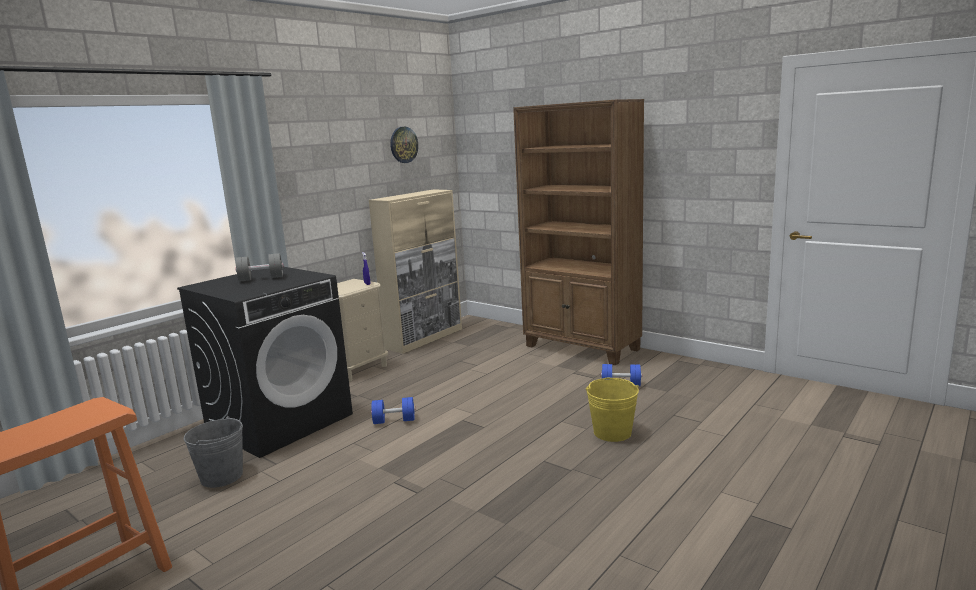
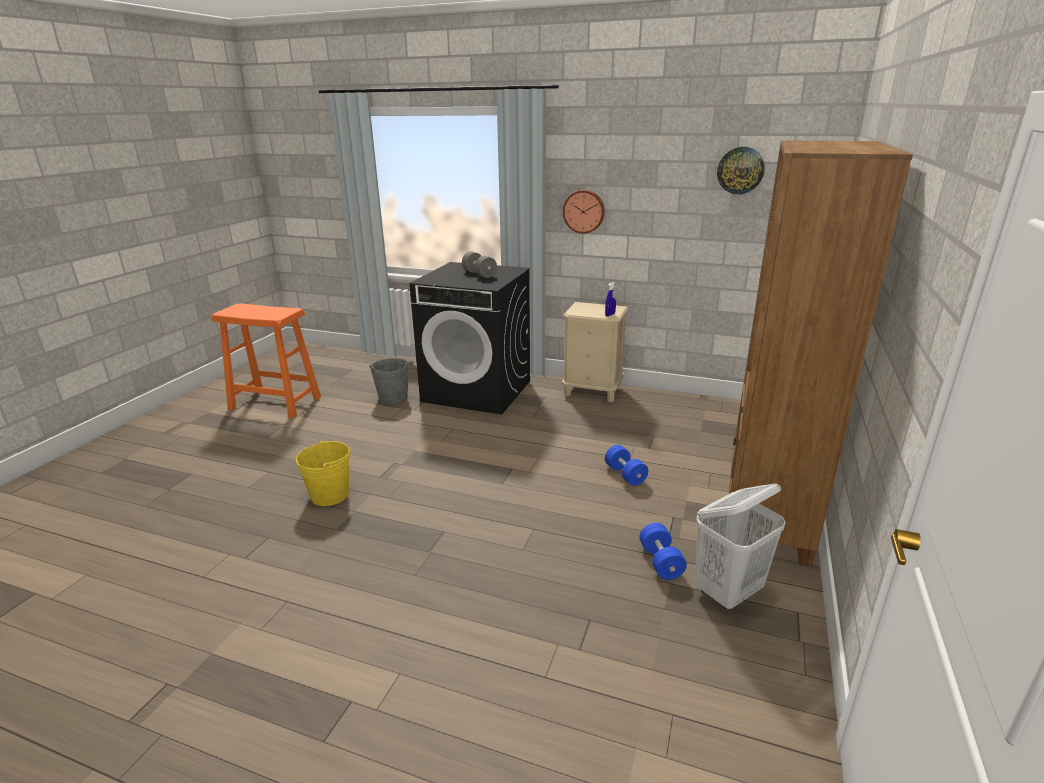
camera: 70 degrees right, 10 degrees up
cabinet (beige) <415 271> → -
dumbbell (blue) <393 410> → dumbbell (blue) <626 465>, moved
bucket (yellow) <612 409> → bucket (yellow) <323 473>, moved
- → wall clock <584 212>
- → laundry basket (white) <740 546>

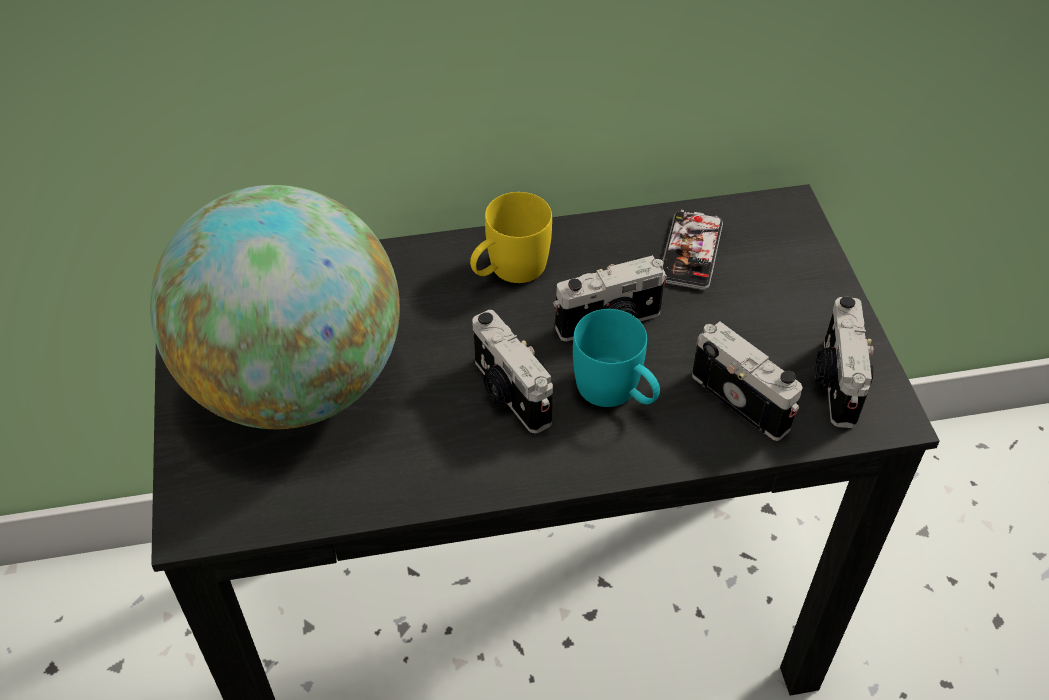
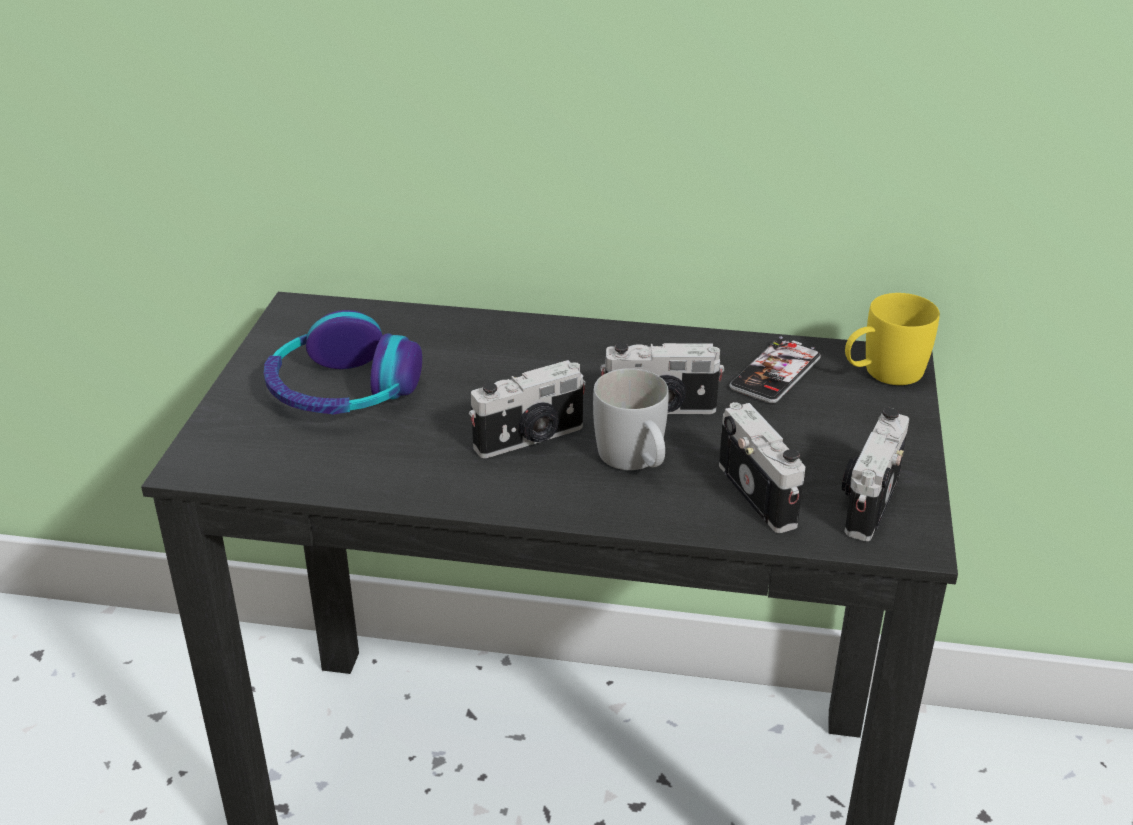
camera: 20 degrees right, 15 degrees down
globe <275 307> → headphones <343 362>
mug (yellow) <511 237> → mug (yellow) <892 339>, moved
photo camera <512 372> → photo camera <527 409>, 105 degrees counterclockwise
mug (turquoise) <616 358> → mug (white) <631 419>

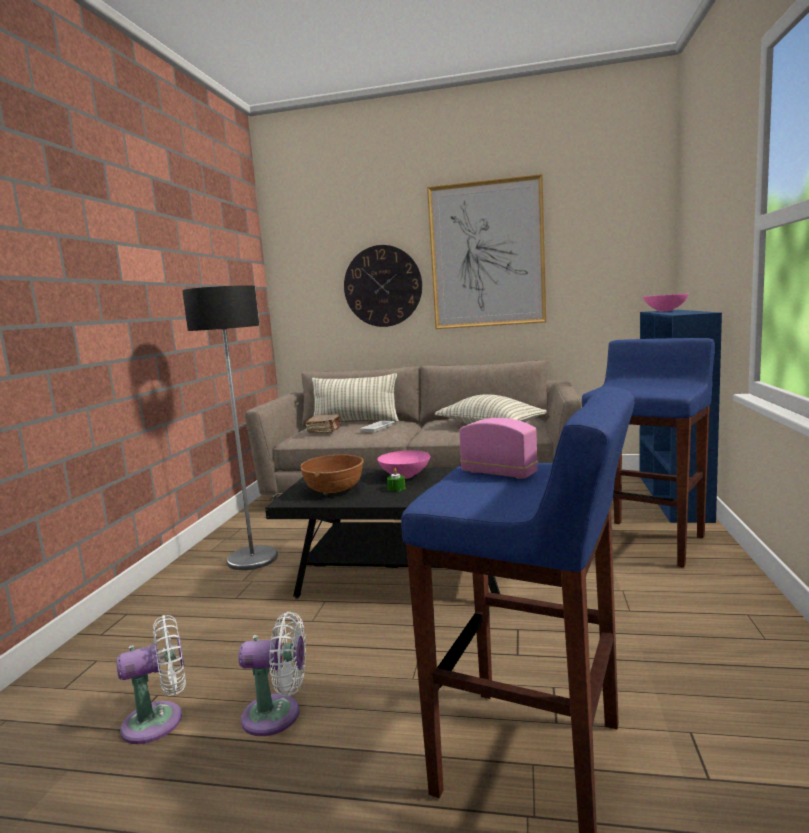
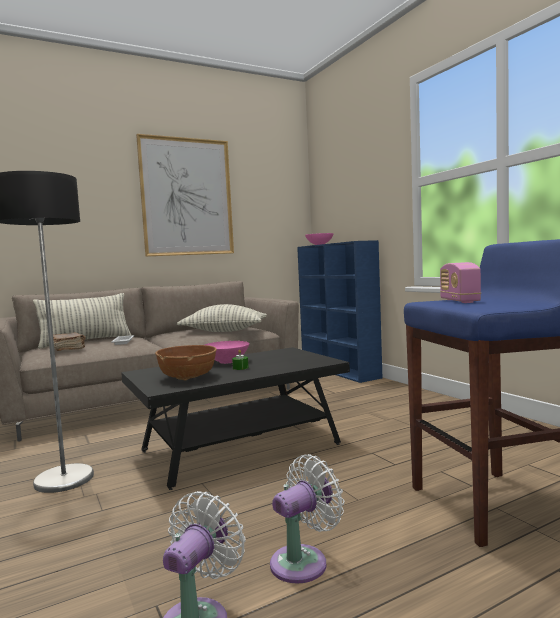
camera: 40 degrees left, 5 degrees down
wall clock <383 286> → -
radio <498 448> → radio <460 282>, 90 degrees counterclockwise
stool (blue) <648 452> → -

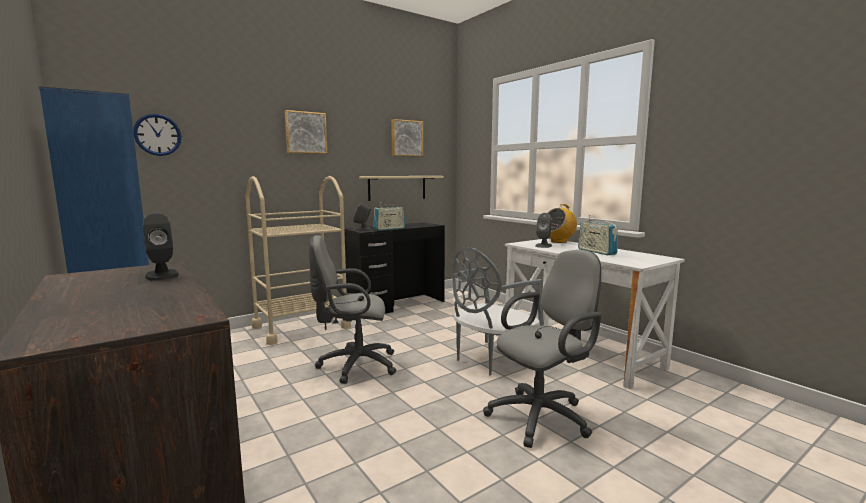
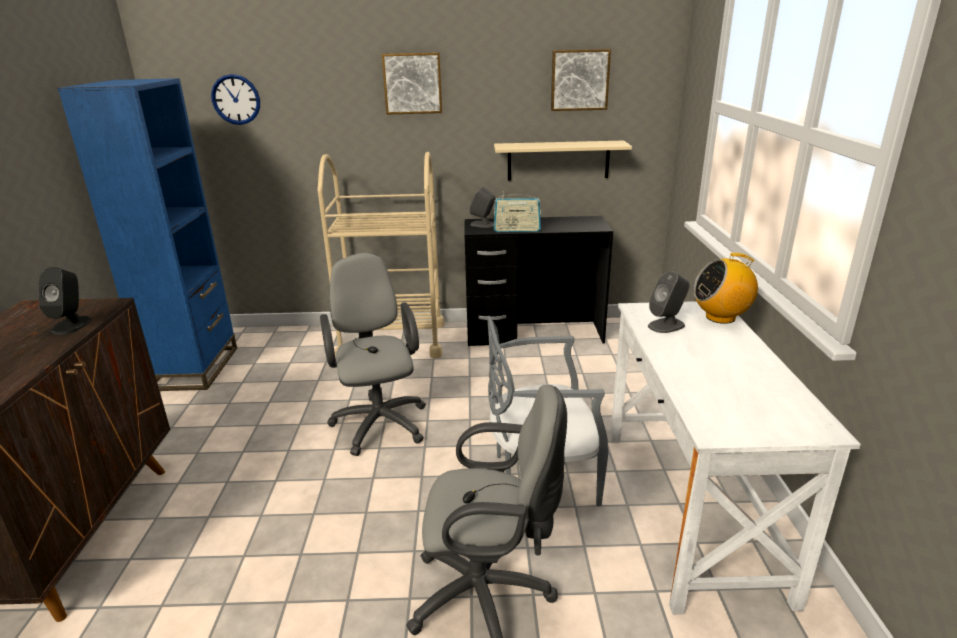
camera: 35 degrees right, 15 degrees up
office chair (grey) <352 309> → office chair (grey) <373 354>, 45 degrees clockwise
radio <598 235> → -

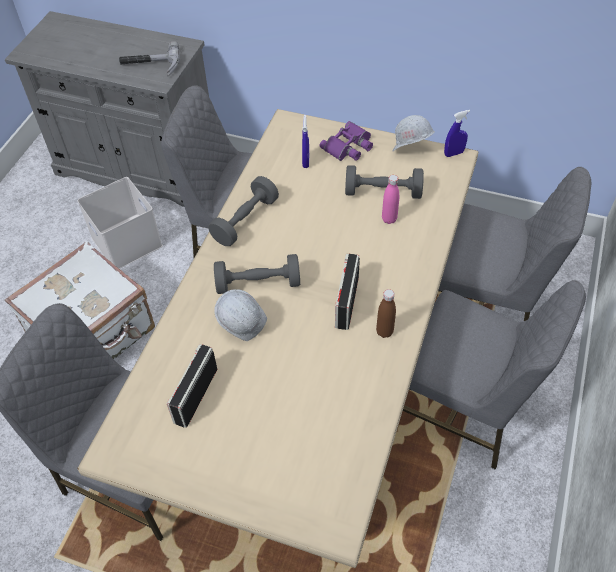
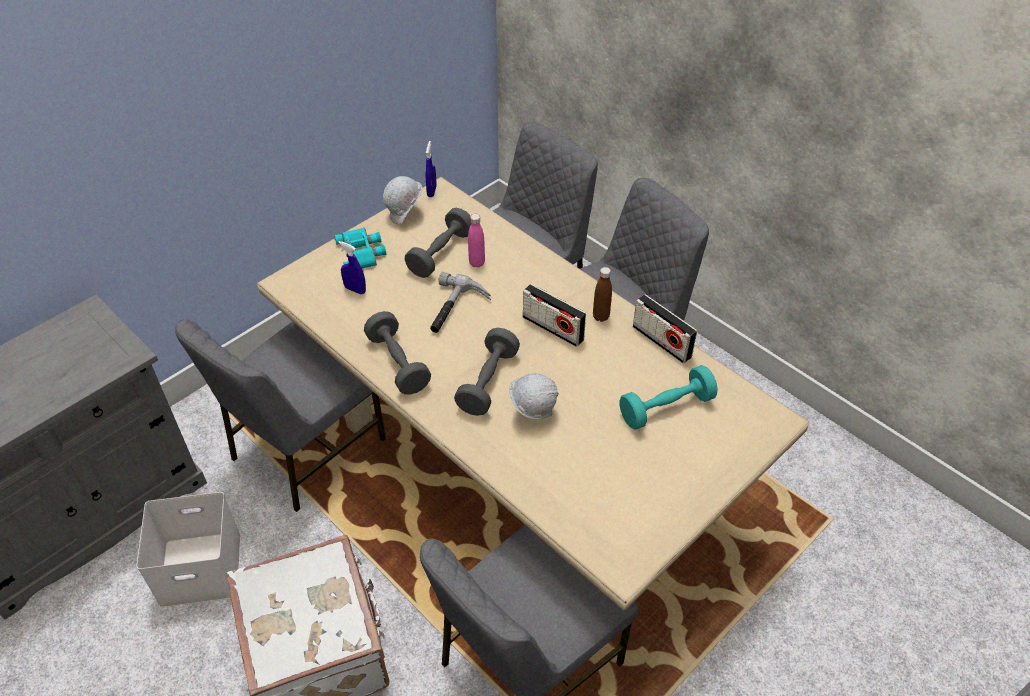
camera: 65 degrees left, 5 degrees down
hammer <149 58> → hammer <460 302>, moved
radio <191 386> → radio <665 328>, moved
binoculars (purple) <346 141> → binoculars (turquoise) <360 248>
- → dumbbell (turquoise) <668 397>

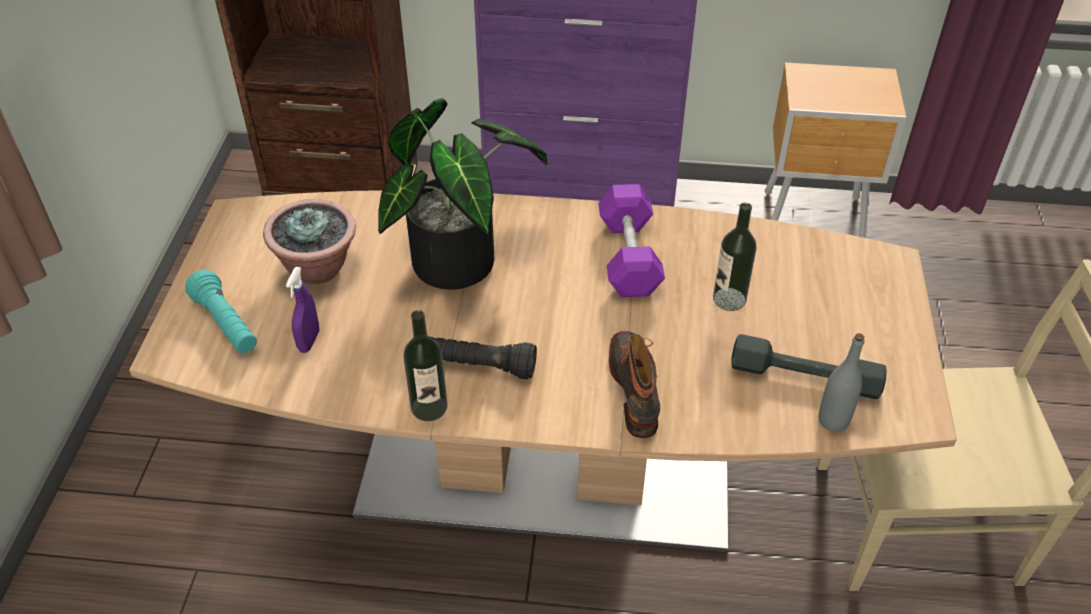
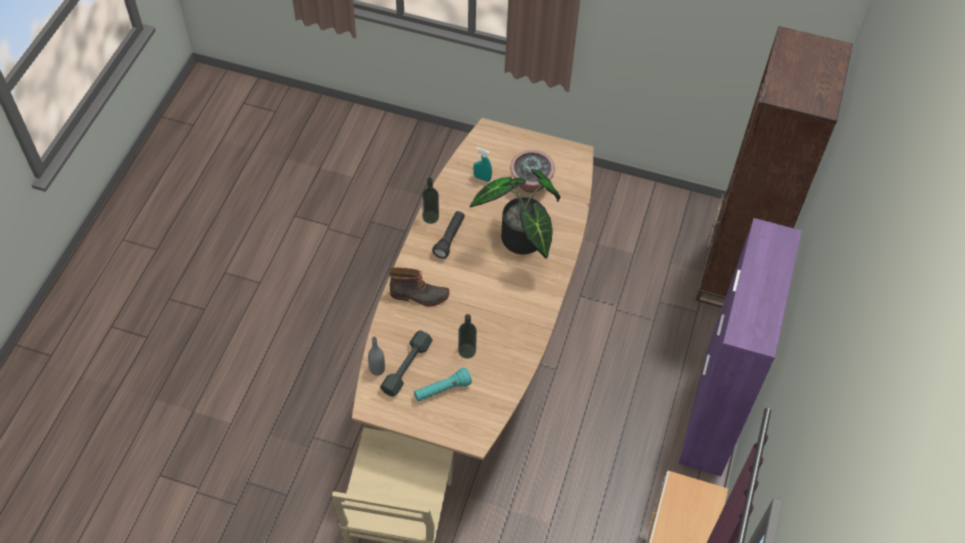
camera: 100 degrees right, 10 degrees up
flashlight (turquoise) <221 311> → flashlight (turquoise) <443 384>, moved
spray bottle (purple) <302 310> → spray bottle (turquoise) <482 165>
dumbbell (purple) <631 240> → -

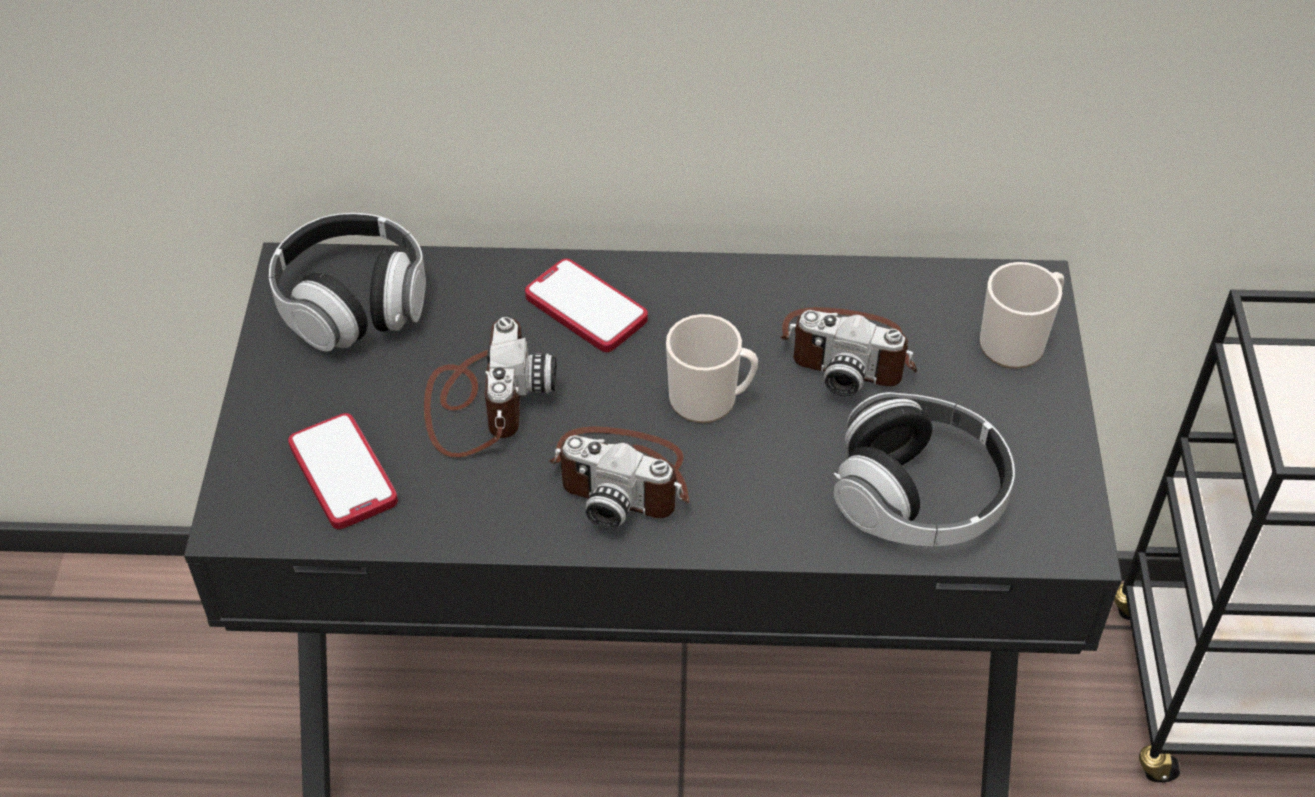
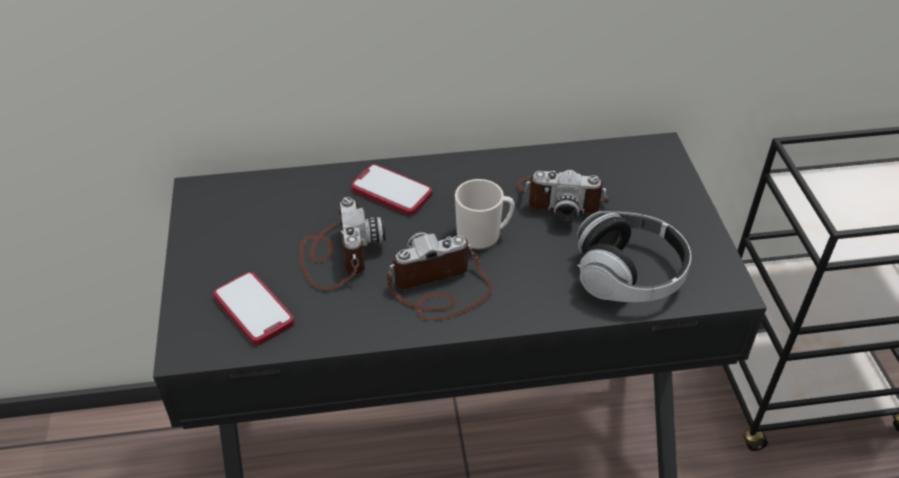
camera: 10 degrees left, 5 degrees down
headphones <347 282> → -
photo camera <618 478> → photo camera <440 276>, 150 degrees clockwise
mug <1022 315> → -

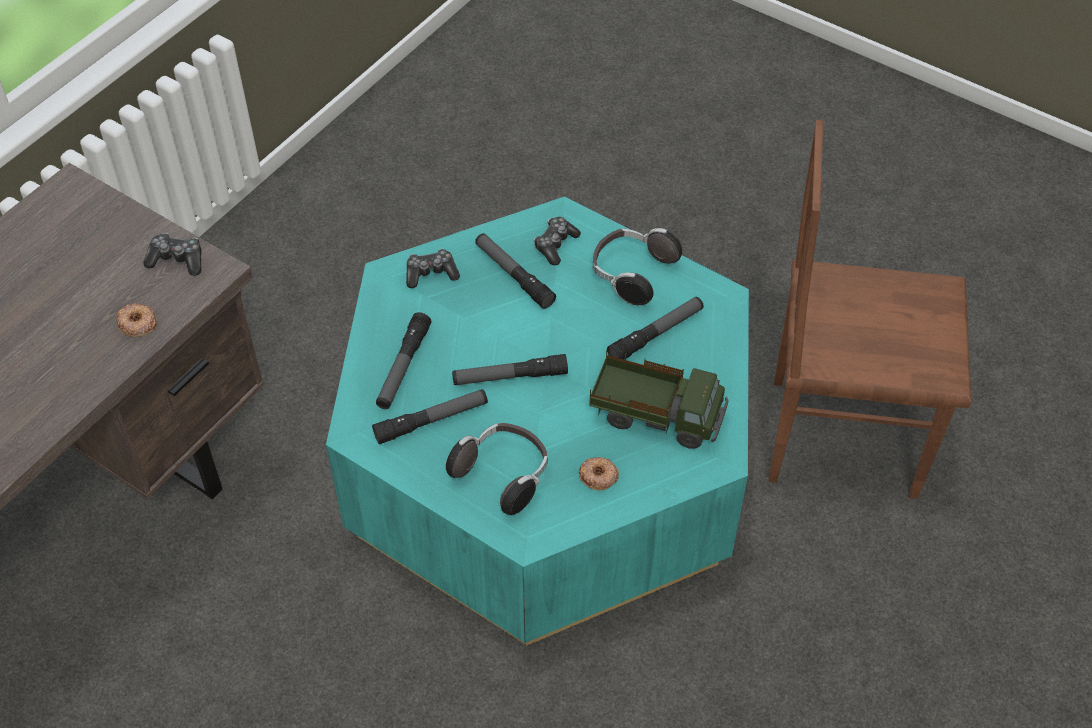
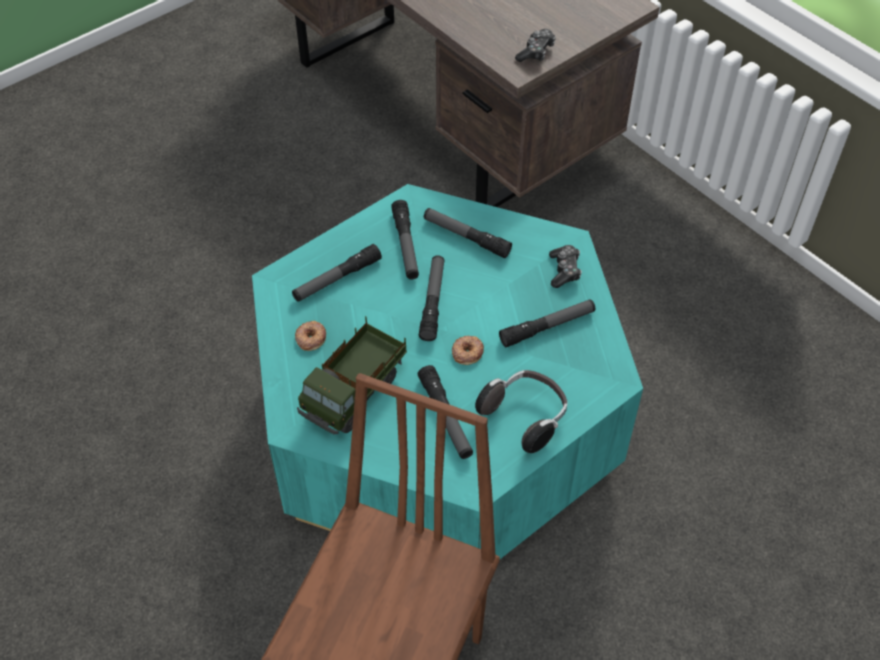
camera: 105 degrees right, 0 degrees up
donut <136 320> → donut <468 350>, moved
headphones <497 469> → flashlight <337 273>
game controller <557 241> → -

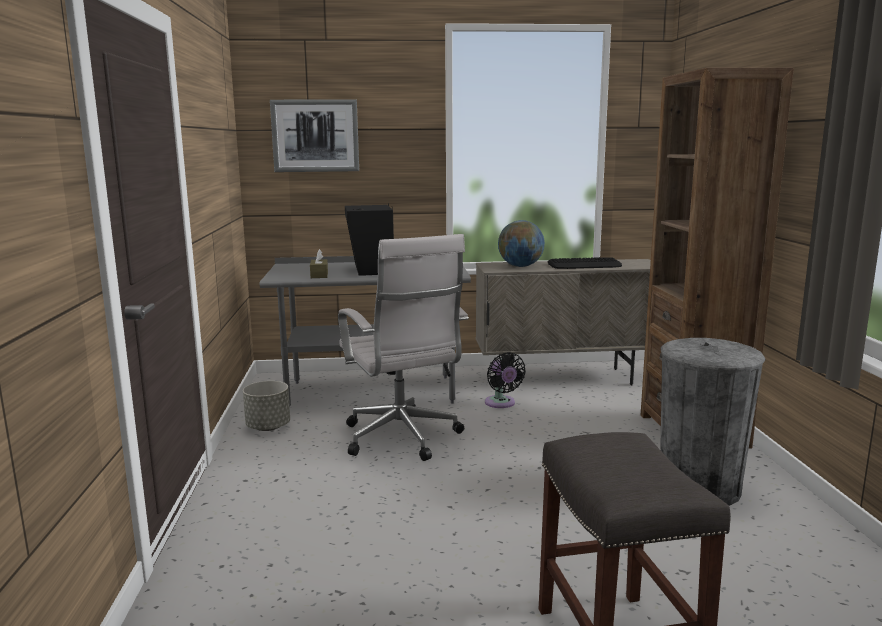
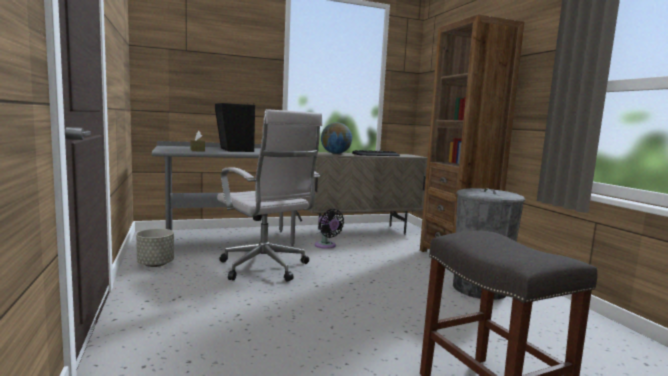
camera: 15 degrees left, 5 degrees down
picture <314 135> → -

